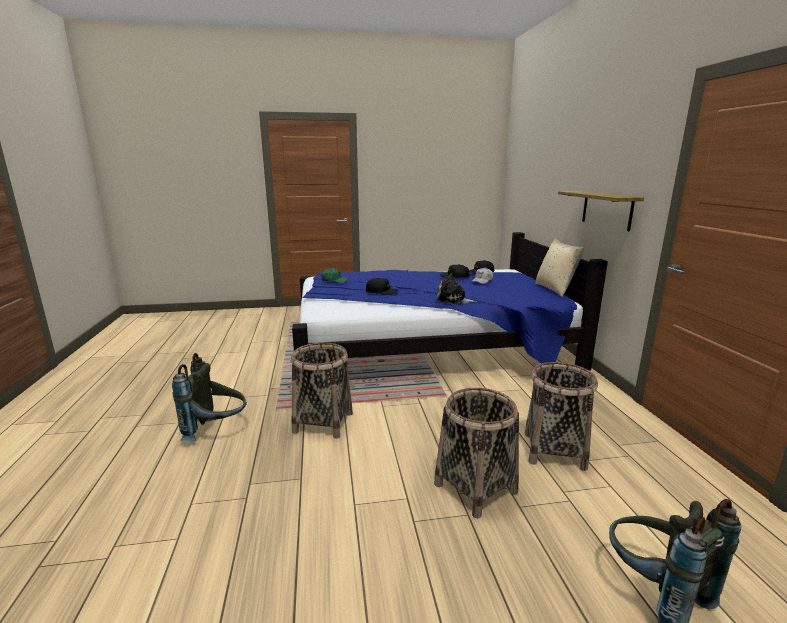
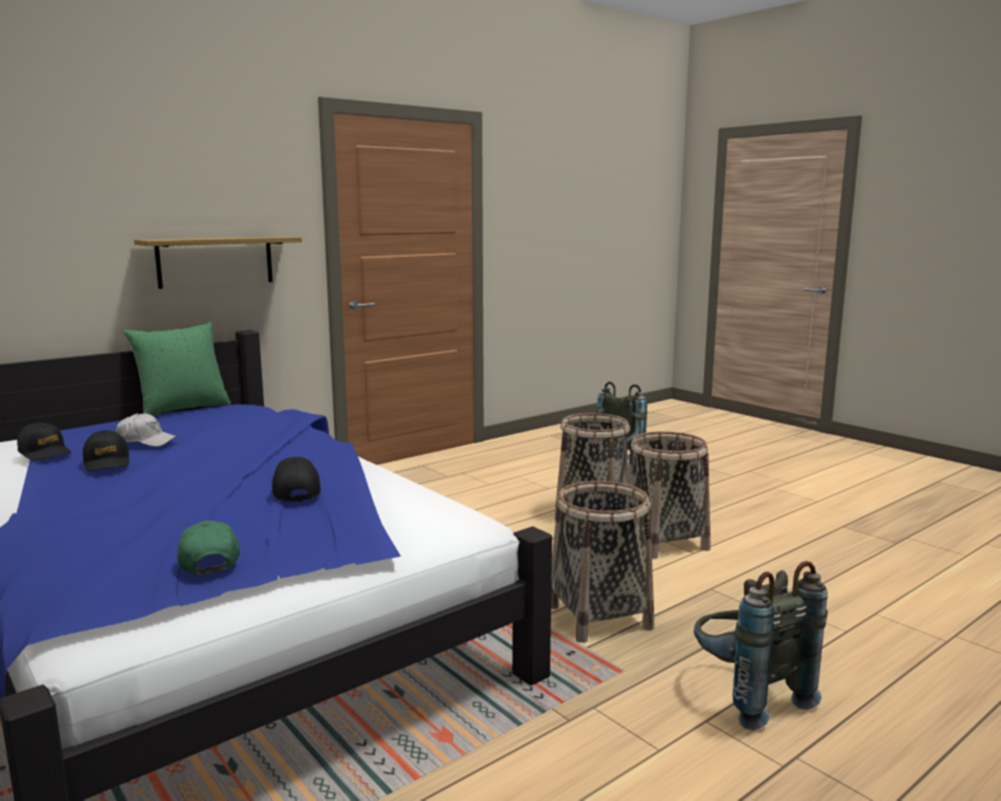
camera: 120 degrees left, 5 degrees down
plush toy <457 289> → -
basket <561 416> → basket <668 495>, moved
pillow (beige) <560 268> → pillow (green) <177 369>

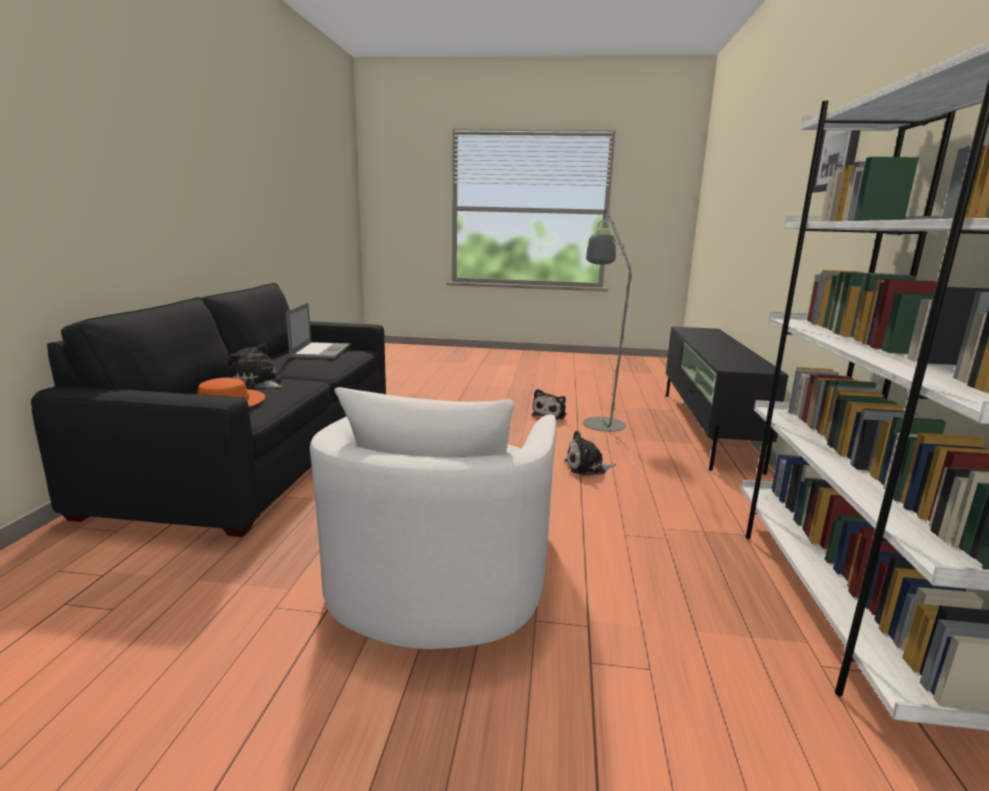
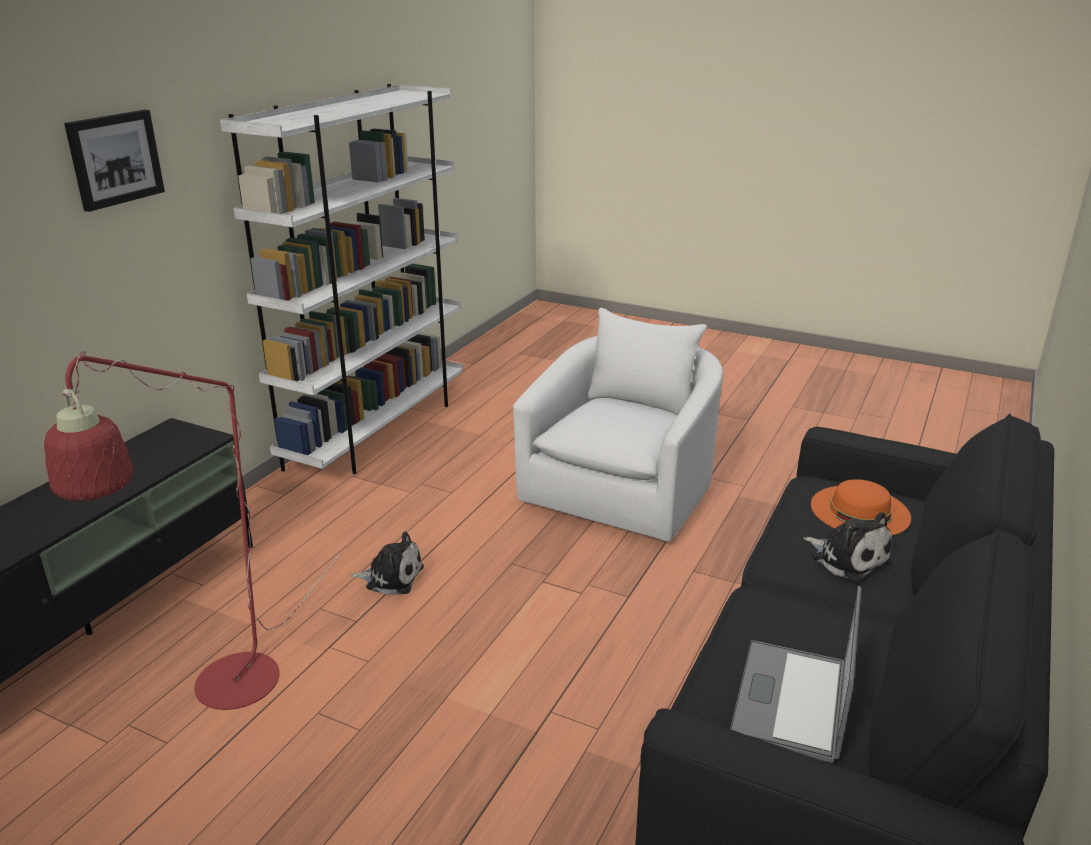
camera: 160 degrees left, 10 degrees up
plush toy <549 404> → -
floor lamp (grey) <613 340> → floor lamp (red) <192 530>

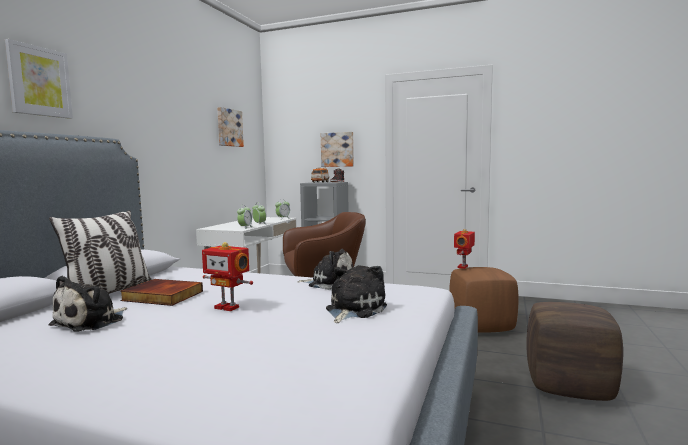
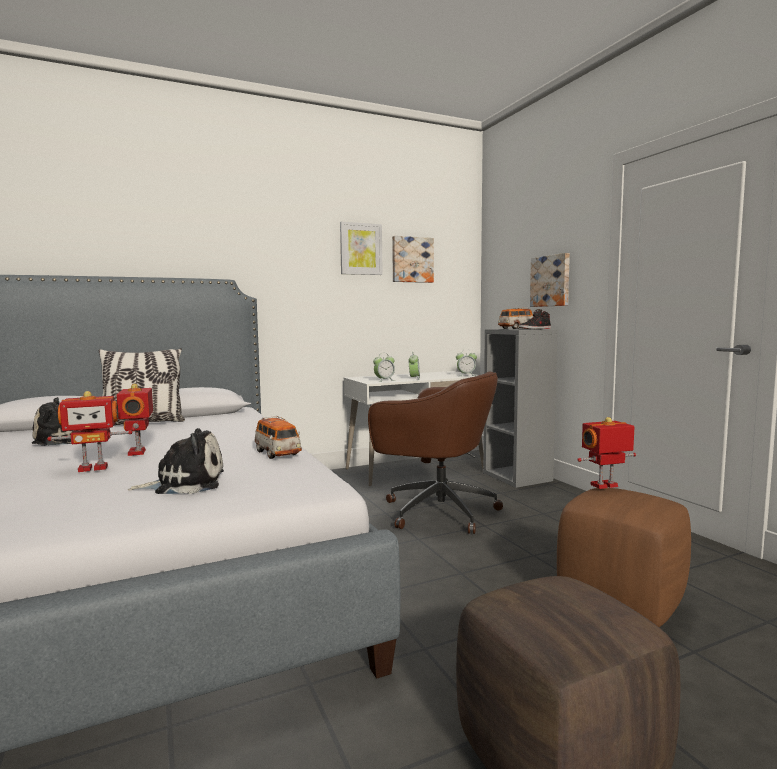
camera: 45 degrees right, 0 degrees up
picture <39 79> → picture <361 248>, moved
book <161 292> → -
plush toy <325 269> → toy car <278 437>
- → toy robot <90 431>

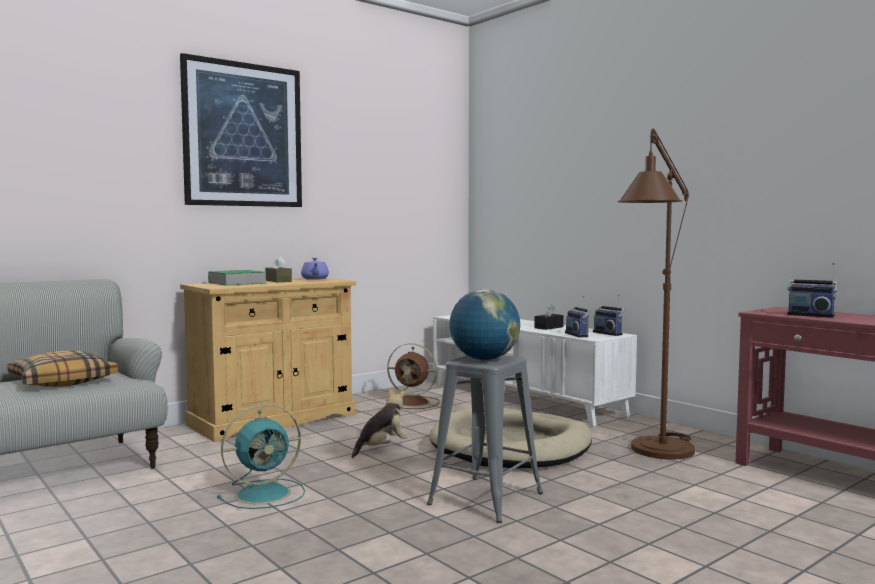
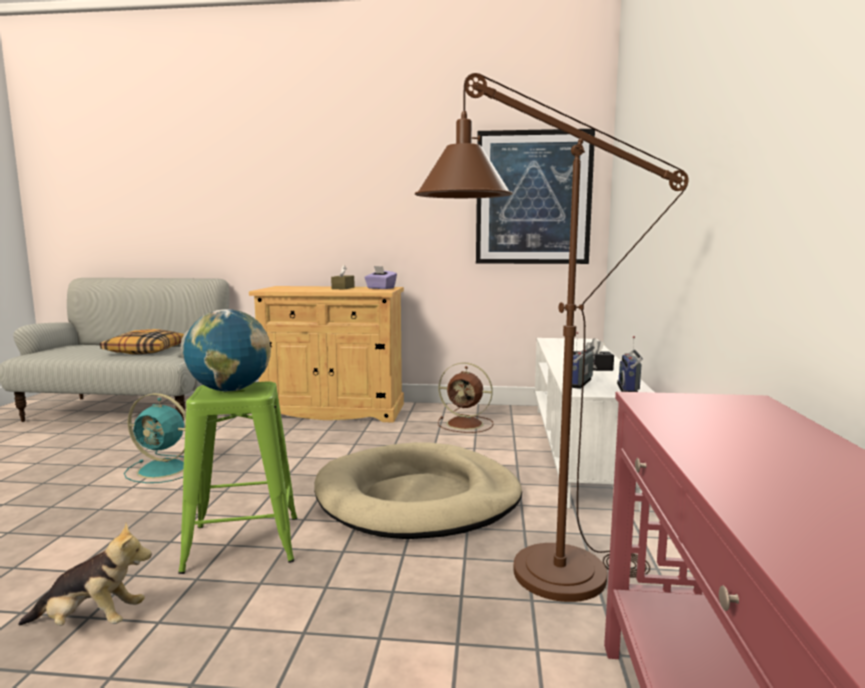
camera: 45 degrees right, 5 degrees up
picture <241 130> → picture <535 196>, moved
book <237 278> → -
teapot (purple) <315 269> → tissue box (purple) <380 277>
plush toy <380 423> → plush toy <85 574>, moved
fan (brown) <412 376> → fan (brown) <465 397>, 45 degrees counterclockwise
stool (grey) <485 439> → stool (green) <237 477>
radio <812 290> → -

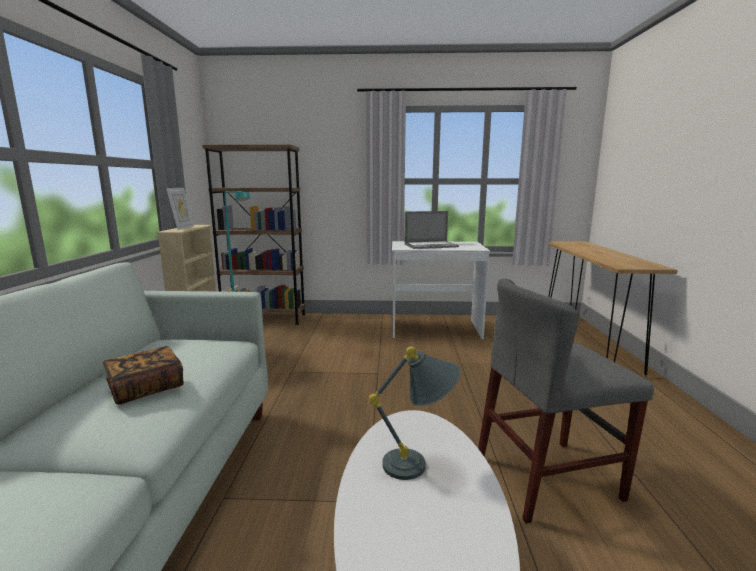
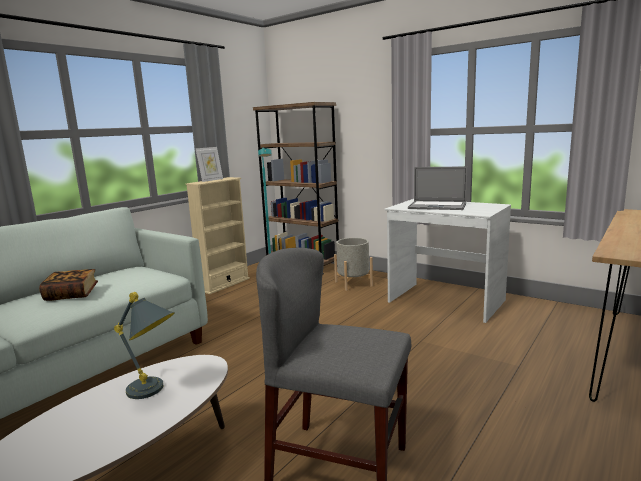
camera: 35 degrees right, 0 degrees up
- → planter (grey) <353 264>

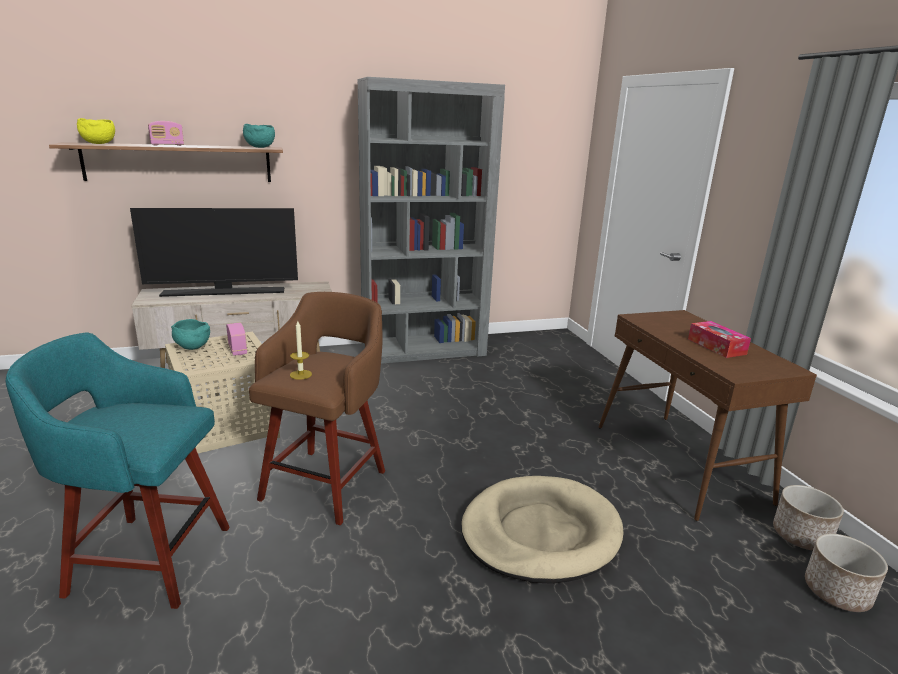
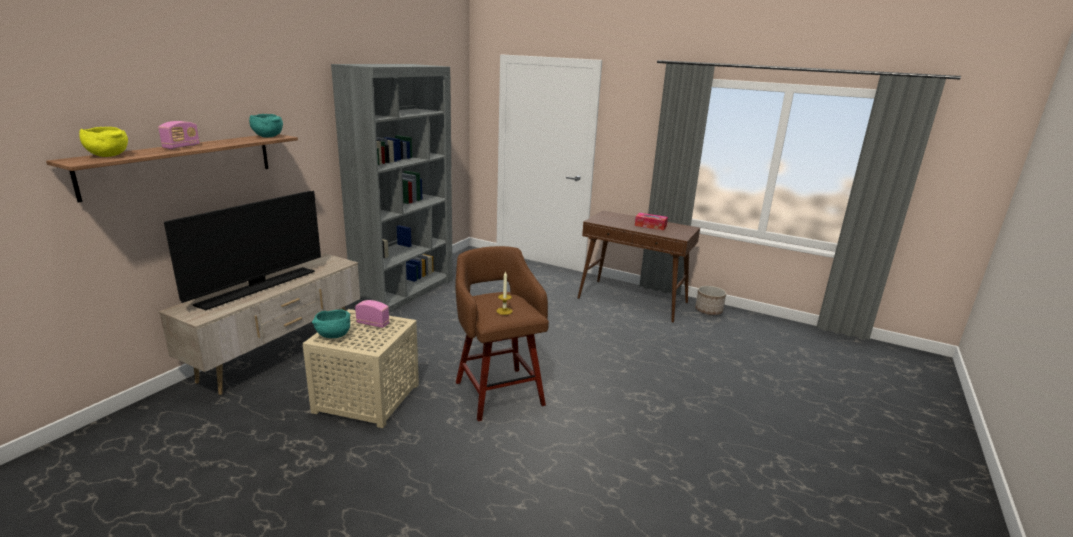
camera: 45 degrees left, 0 degrees up
stool (turquoise) <118 470> → -
dog bed (beige) <542 530> → -
planter <846 573> → -

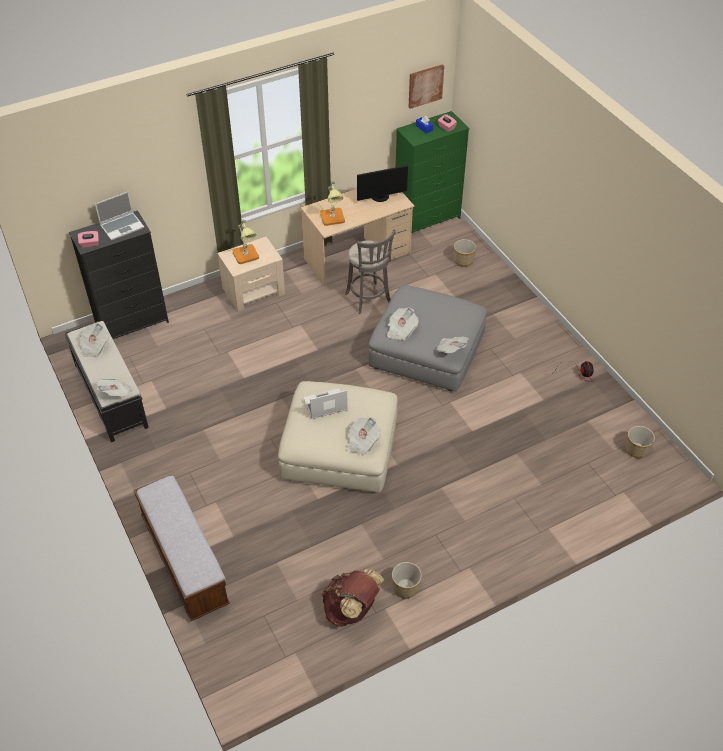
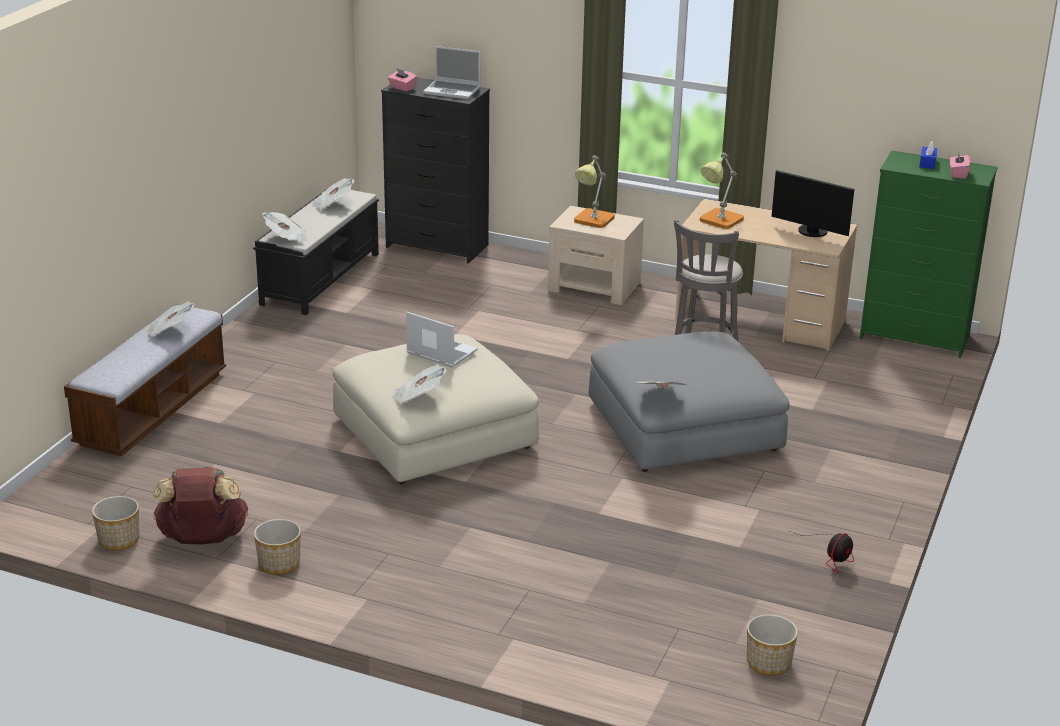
camera: 50 degrees right, 20 degrees down
newspaper <403 324> → newspaper <170 319>, moved
picture <426 86> → -
planter <465 253> → planter <115 523>, moved

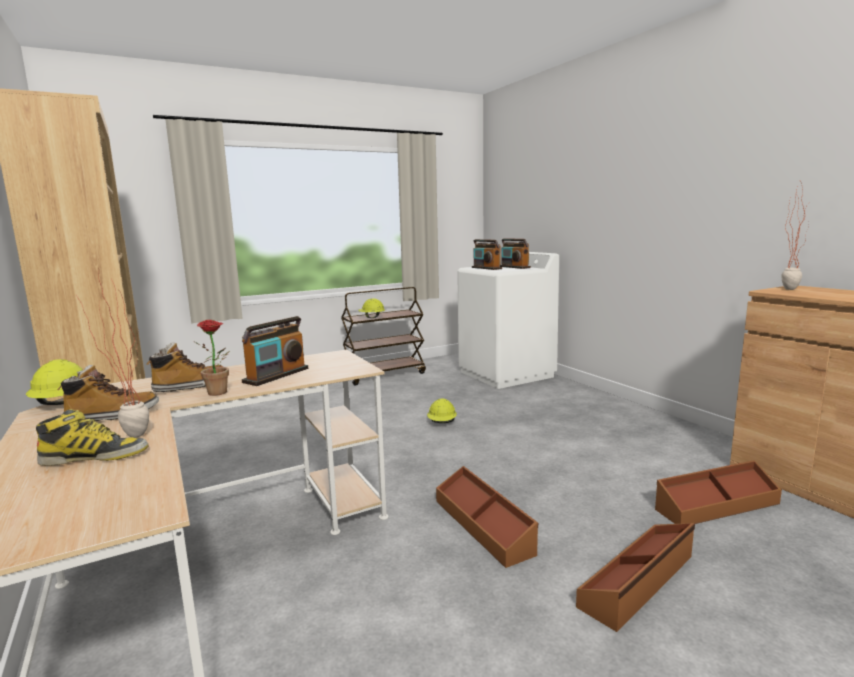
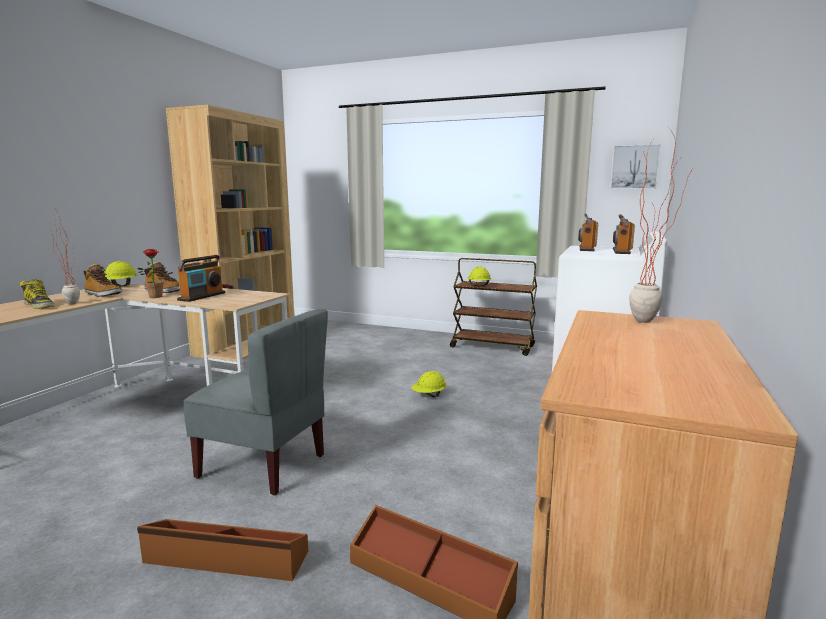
camera: 50 degrees right, 0 degrees up
radio <275 351> → radio <201 278>, 60 degrees counterclockwise
storage box (brown) <487 517> → chair (grey) <256 402>
- → picture <635 166>

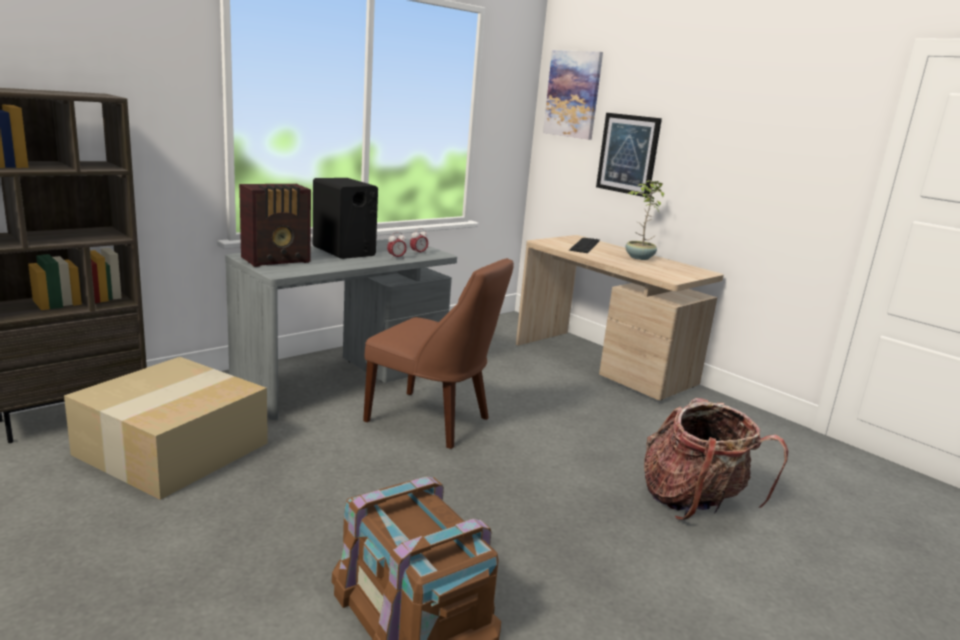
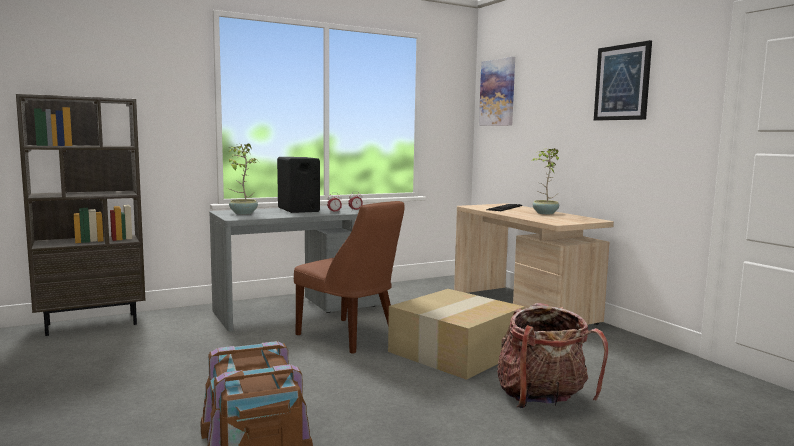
camera: 15 degrees right, 10 degrees down
cardboard box <166 428> → cardboard box <456 334>, moved
radio <275 225> → potted plant <242 178>
picture <629 155> → picture <623 80>, moved

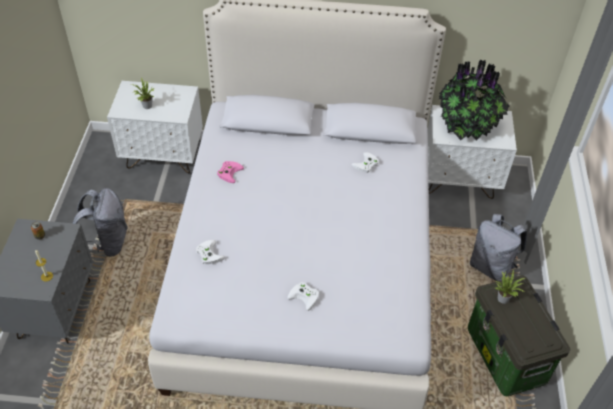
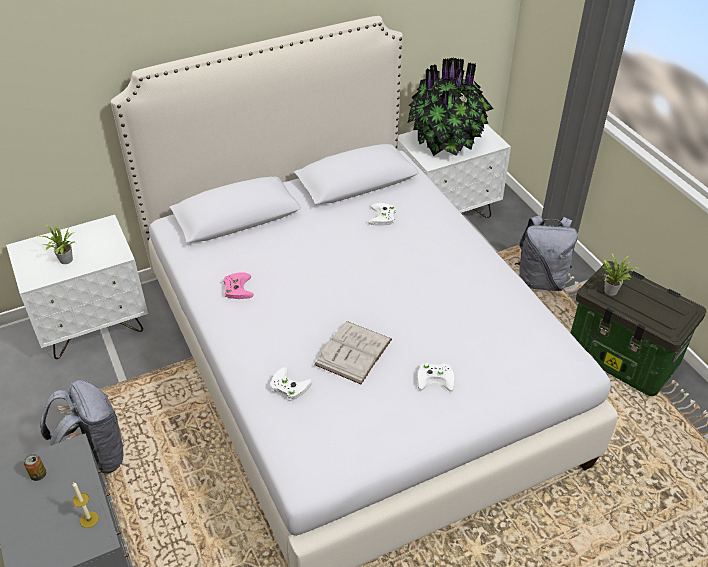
camera: 30 degrees left, 5 degrees down
- → book (white) <353 352>

